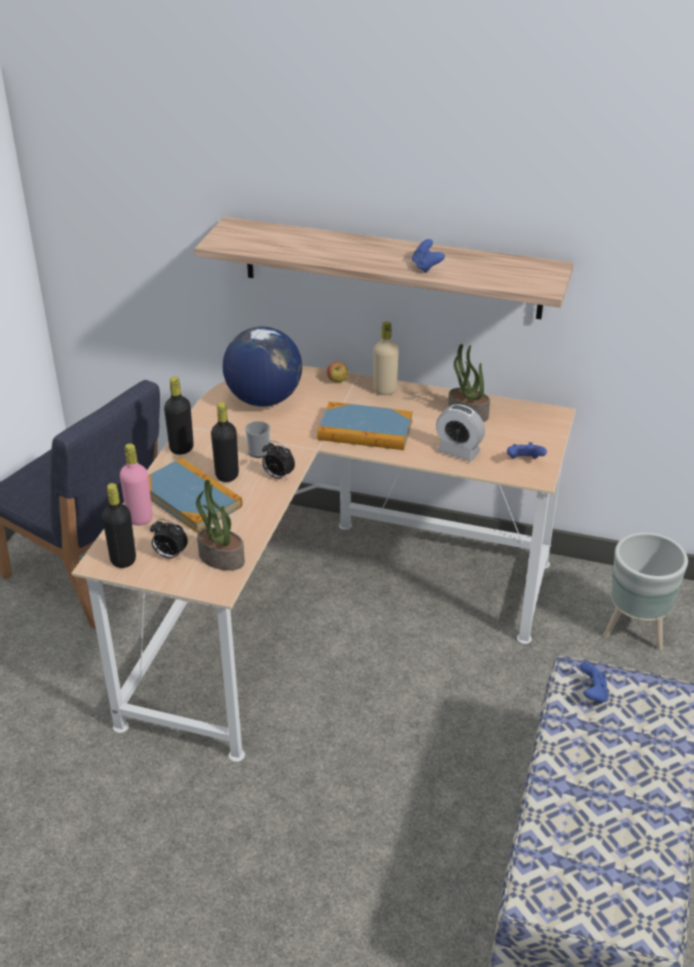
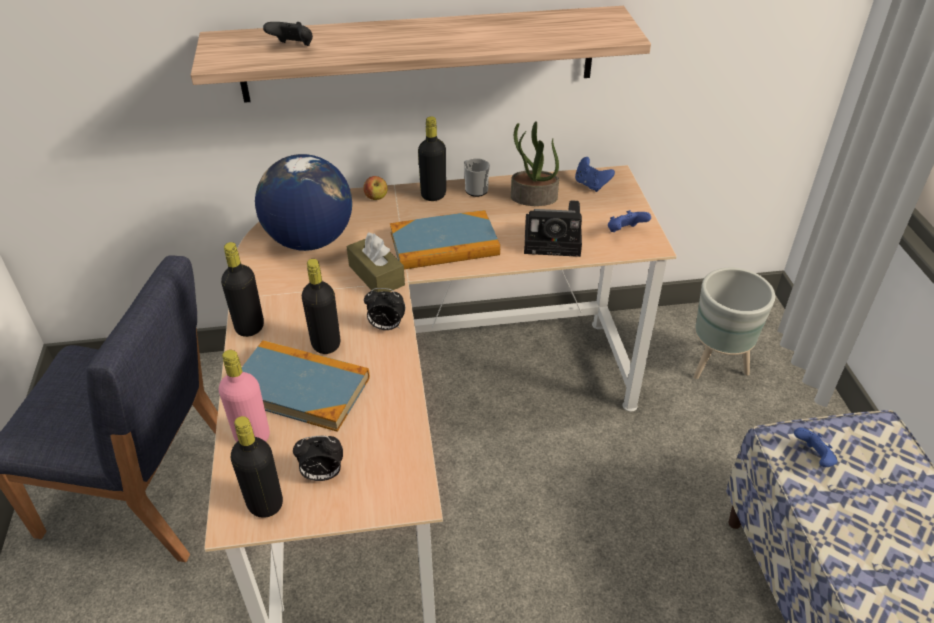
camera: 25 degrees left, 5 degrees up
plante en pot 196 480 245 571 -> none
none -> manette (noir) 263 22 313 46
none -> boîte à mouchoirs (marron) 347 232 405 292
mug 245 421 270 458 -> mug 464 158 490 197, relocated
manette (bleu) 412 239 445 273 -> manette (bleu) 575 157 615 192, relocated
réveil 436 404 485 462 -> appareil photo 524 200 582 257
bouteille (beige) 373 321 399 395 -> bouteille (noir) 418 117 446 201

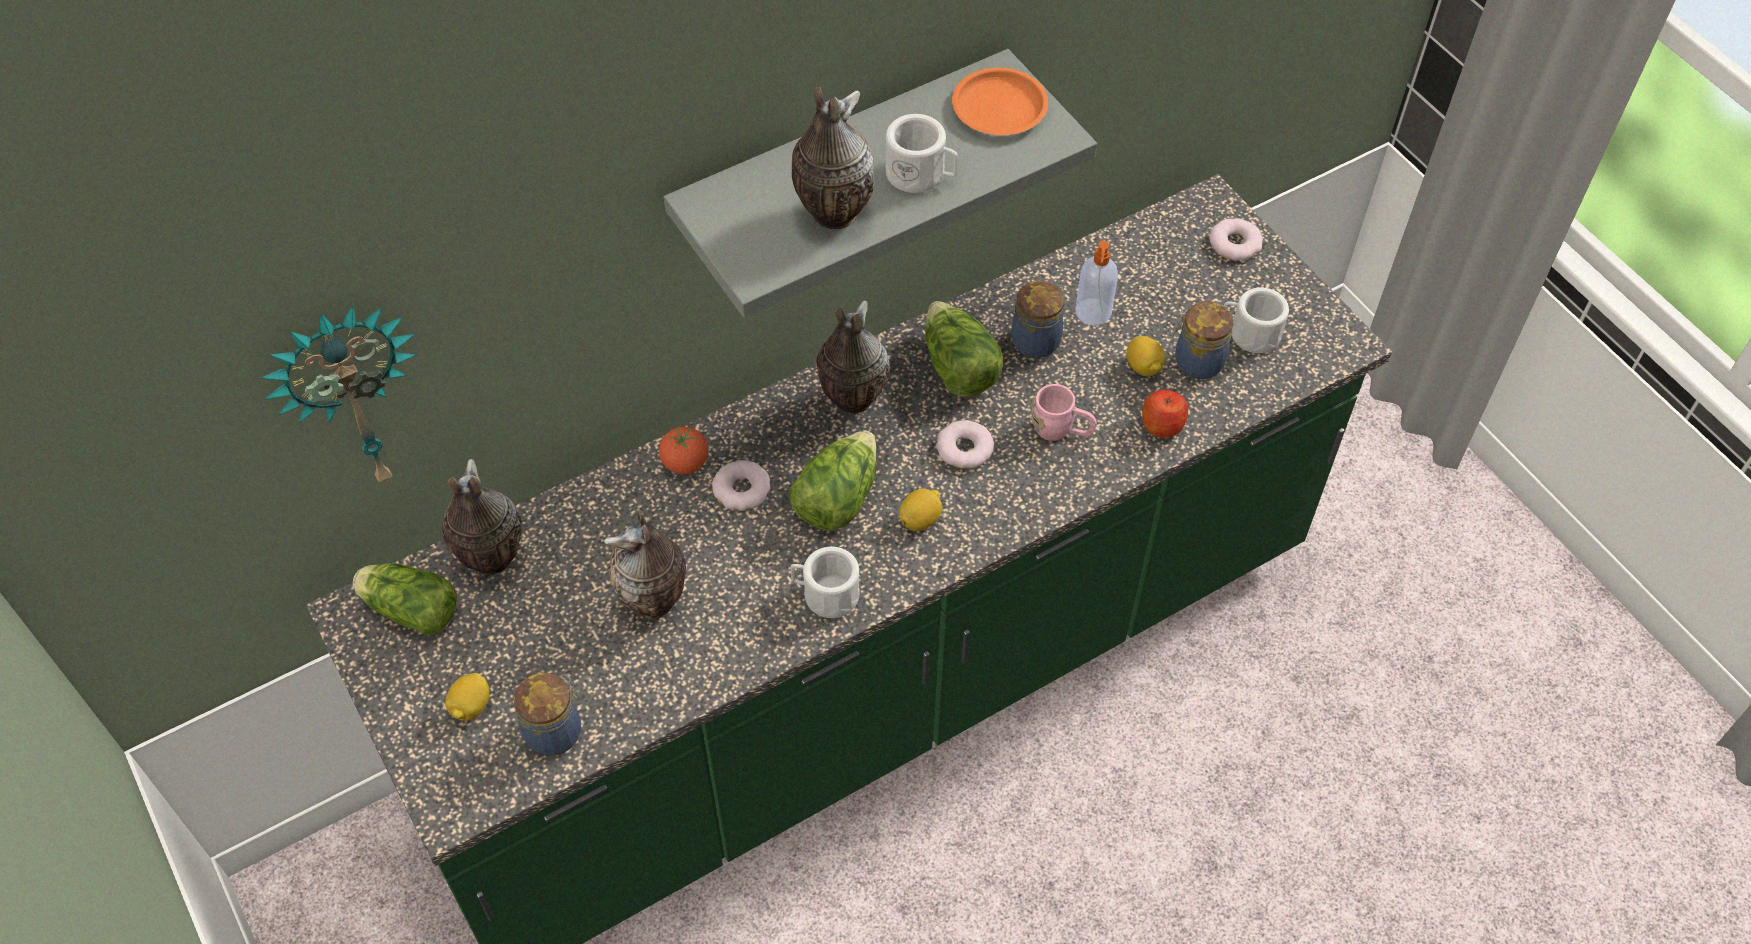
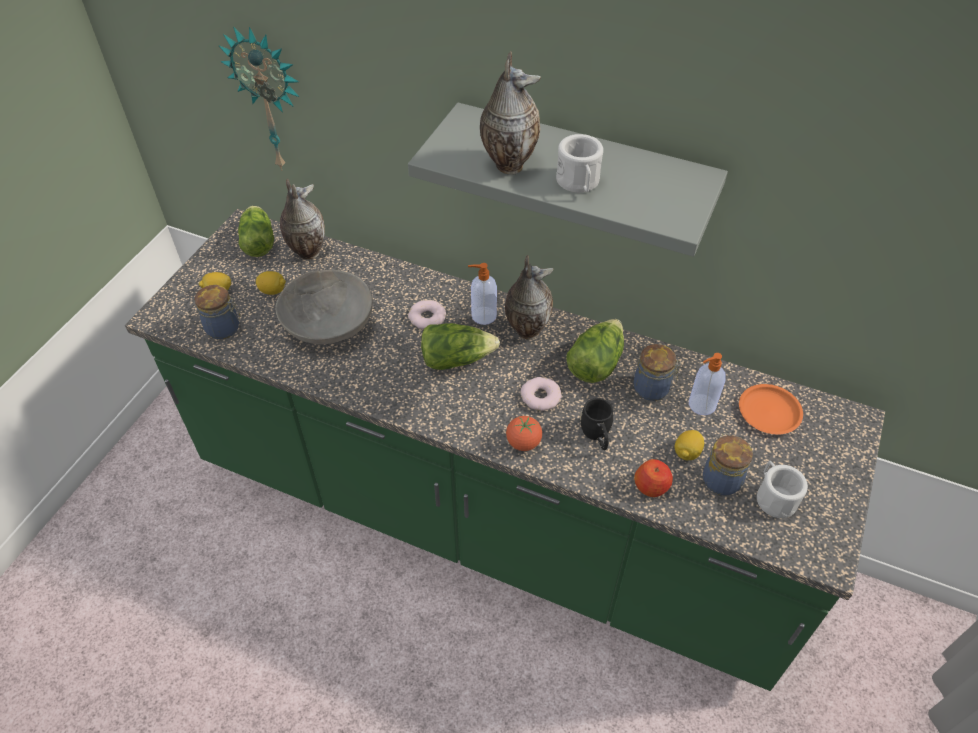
camera: 55 degrees right, 5 degrees down
mug (blanc) 791 547 860 618 -> none
beignet 1209 218 1263 261 -> none
none -> distributeur de savon 468 263 497 325
tomate 659 427 708 474 -> tomate 506 416 542 451, relocated
citron 899 489 942 531 -> citron 256 271 286 295, relocated
assiette (orange) 952 67 1048 135 -> assiette (orange) 739 384 803 434, relocated
vase 604 509 686 619 -> bol (gris) 275 269 373 344
mug (rose) 1031 384 1097 441 -> mug (noir) 580 398 613 450

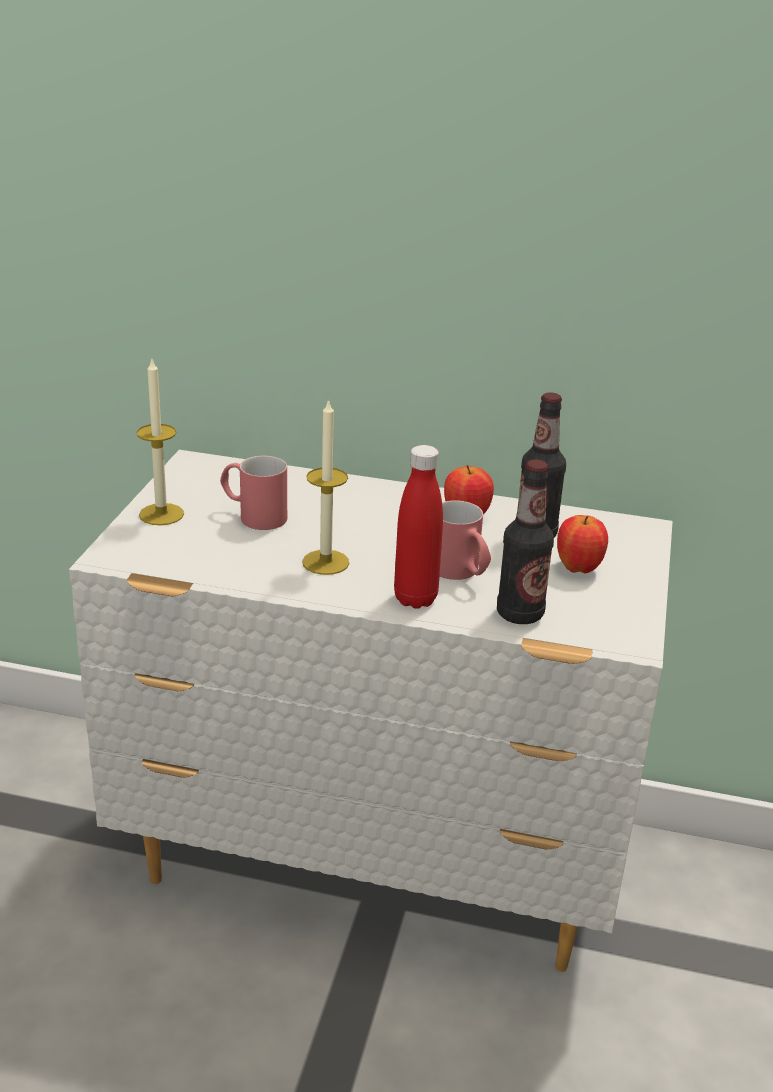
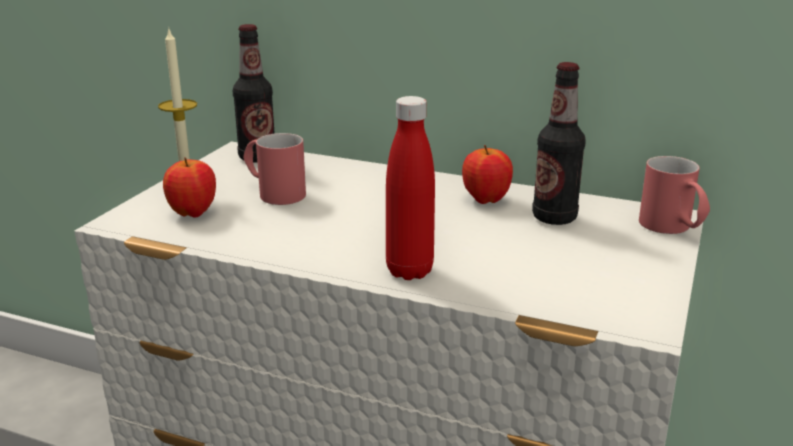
camera: 10 degrees right, 5 degrees down
bougie 302 399 349 575 -> none
mug (rouge) 440 500 491 580 -> mug (rouge) 639 156 710 234, relocated
bouteille 497 460 554 624 -> bouteille 233 24 275 162, relocated
pomme 557 515 608 573 -> pomme 163 157 216 218, relocated

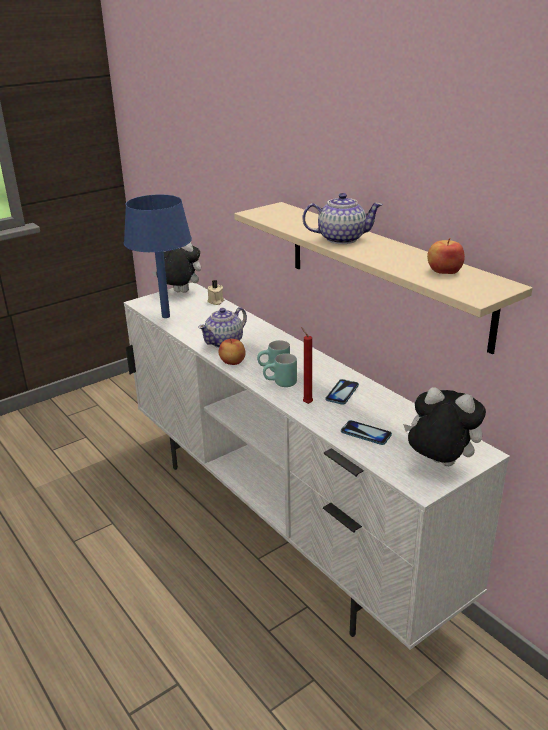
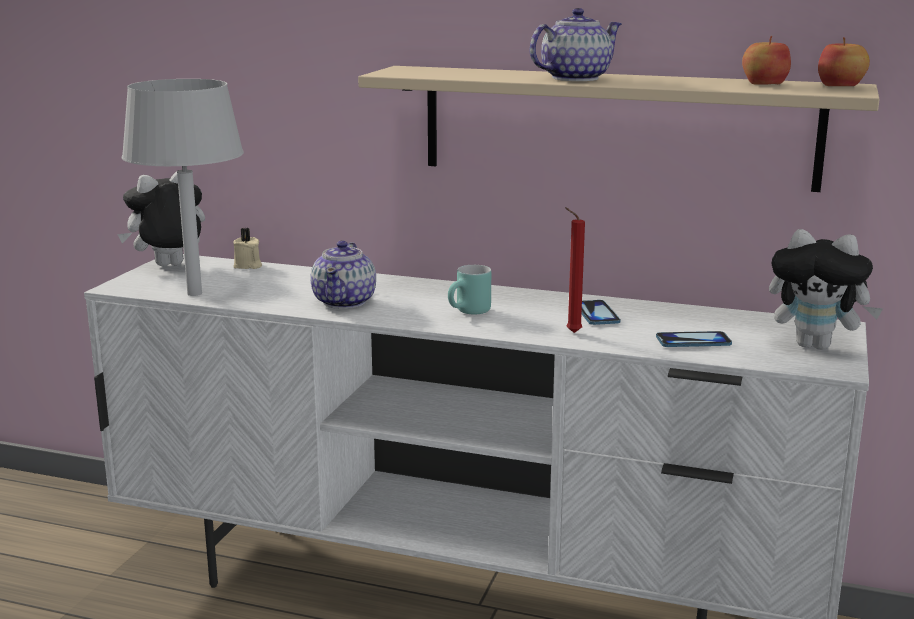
camera: 35 degrees left, 10 degrees down
mug (turquoise) 263 353 297 387 -> none
pomme 219 339 246 365 -> pomme 818 37 870 86, relocated
lampe de table (bleu) 124 195 192 318 -> lampe de table (gris) 122 79 244 296
peluche 403 387 486 466 -> peluche 769 229 883 350, 150 degrees counterclockwise

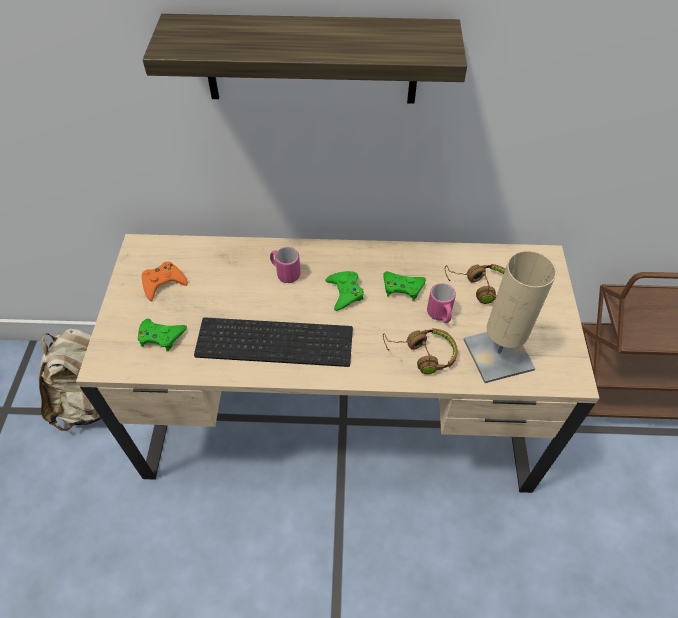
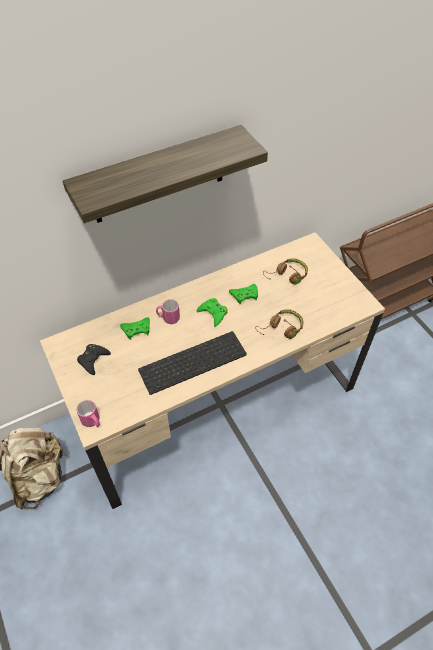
camera: 30 degrees left, 0 degrees up
lampe de table (beige) 464 251 556 383 -> none
manette (vert) 138 319 187 351 -> manette (vert) 120 317 150 340, relocated
mug (rose) 427 283 456 323 -> mug (rose) 76 400 100 427, relocated
manette (orange) 142 262 188 301 -> manette (noir) 77 344 111 375

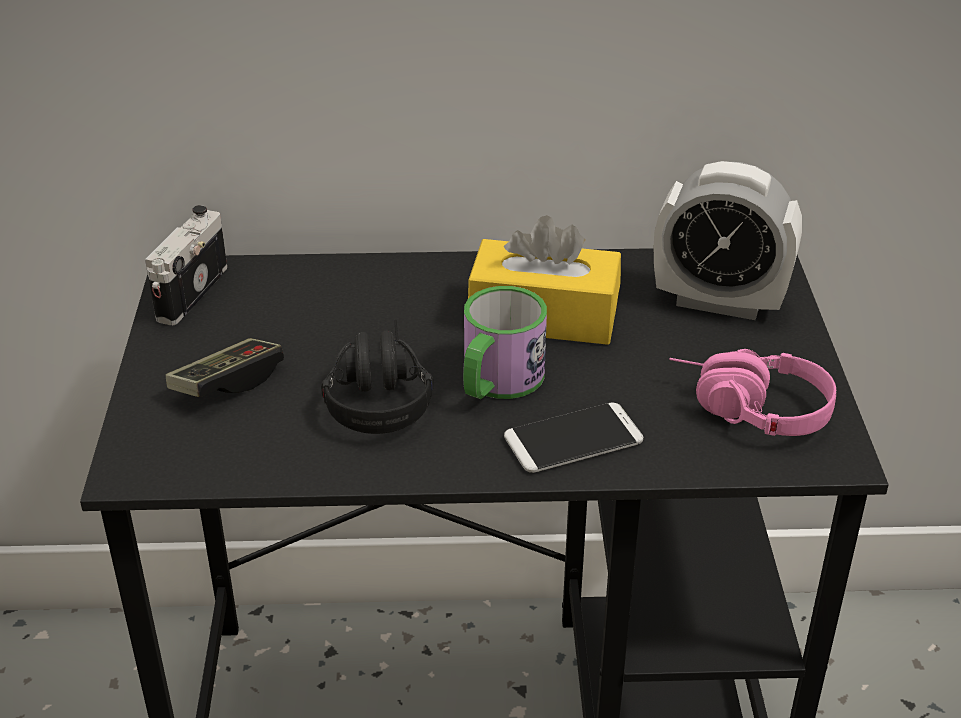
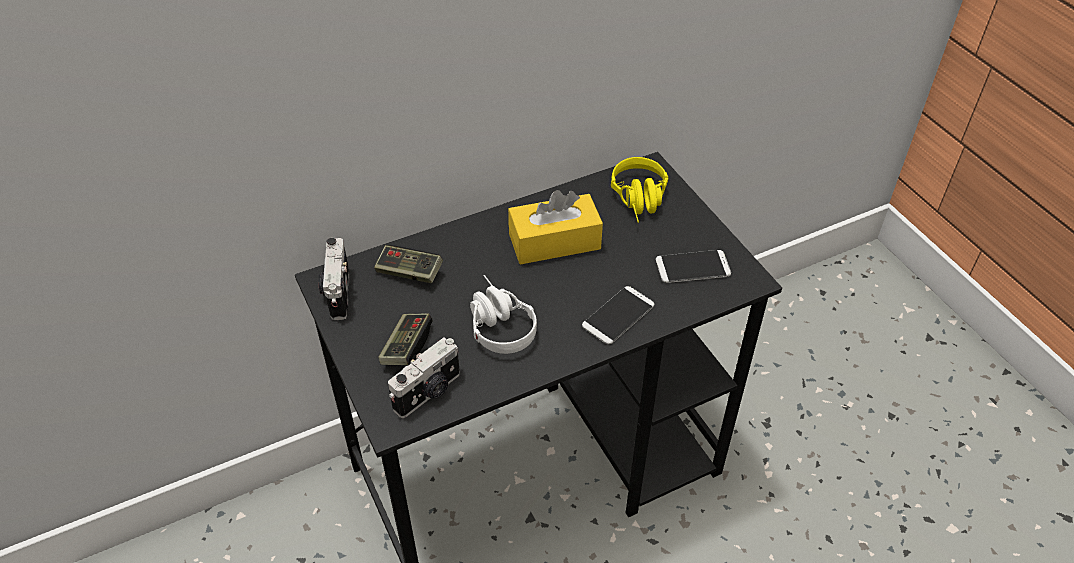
camera: 25 degrees left, 10 degrees up
mug 463 286 547 399 -> none
none -> manette 374 245 443 283
none -> appareil photo 388 337 460 418
réveil 654 161 802 320 -> casque audio (jaune) 611 157 668 223
casque audio (rose) 670 349 836 436 -> téléphone 656 250 731 283
casque audio (noir) 321 320 433 434 -> casque audio (blanc) 470 275 537 354

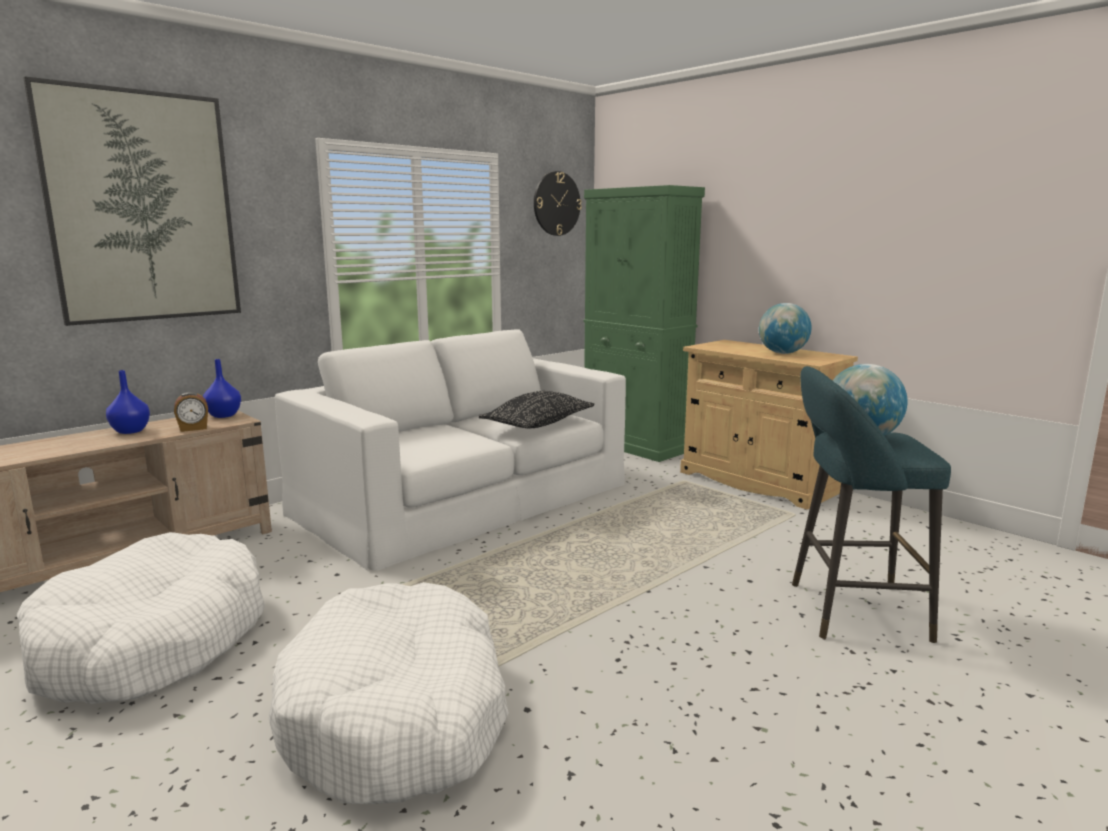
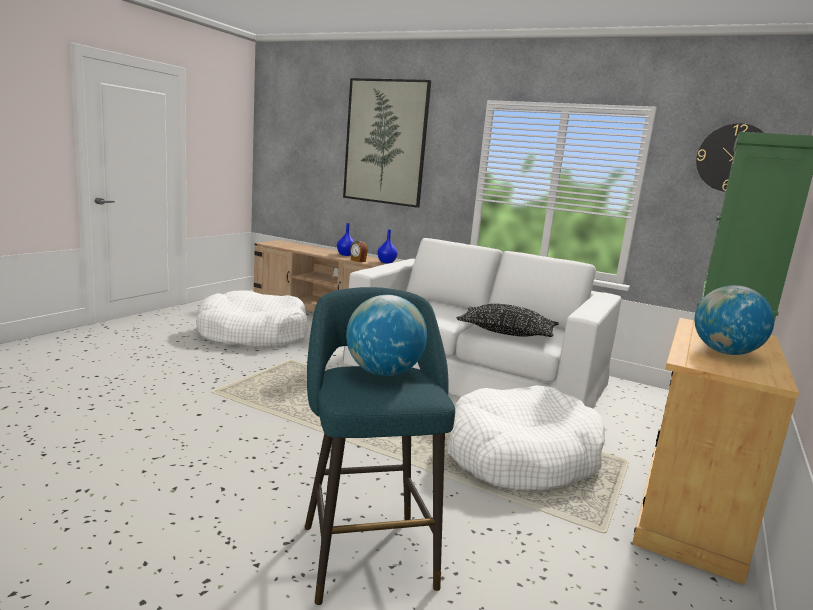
camera: 70 degrees right, 0 degrees up
panier pour chien (blanc) 269 582 509 804 -> panier pour chien (blanc) 448 385 606 492, relocated

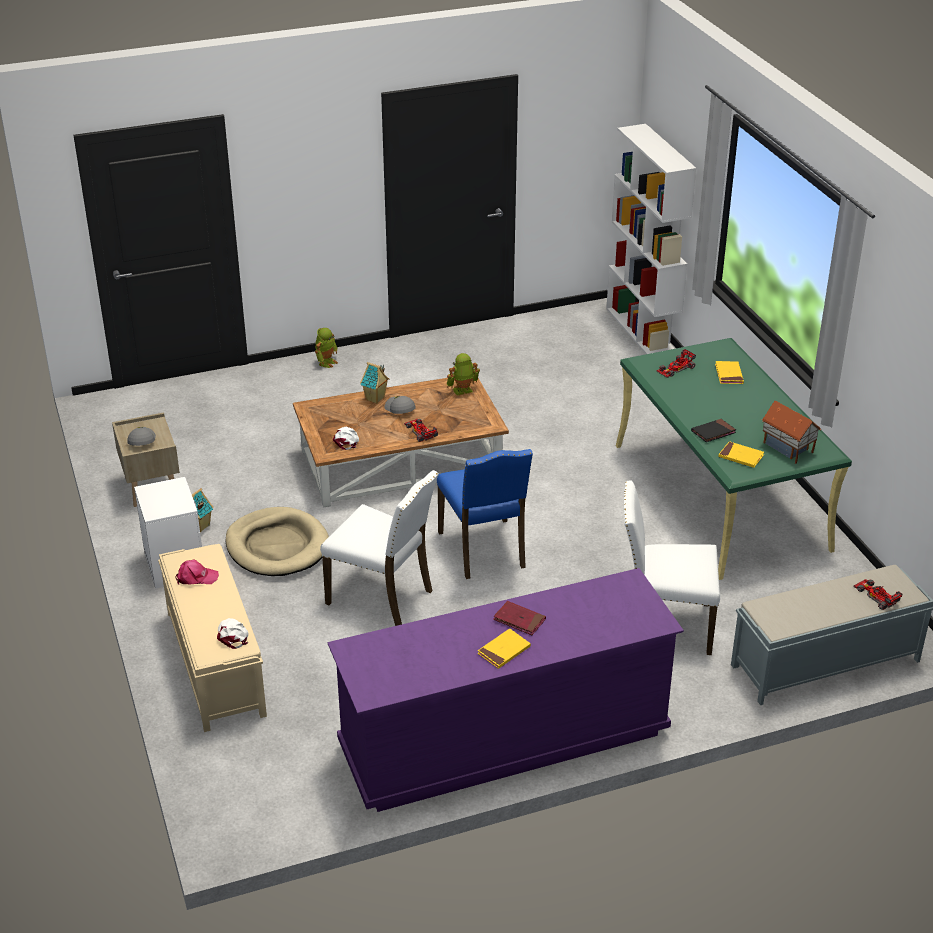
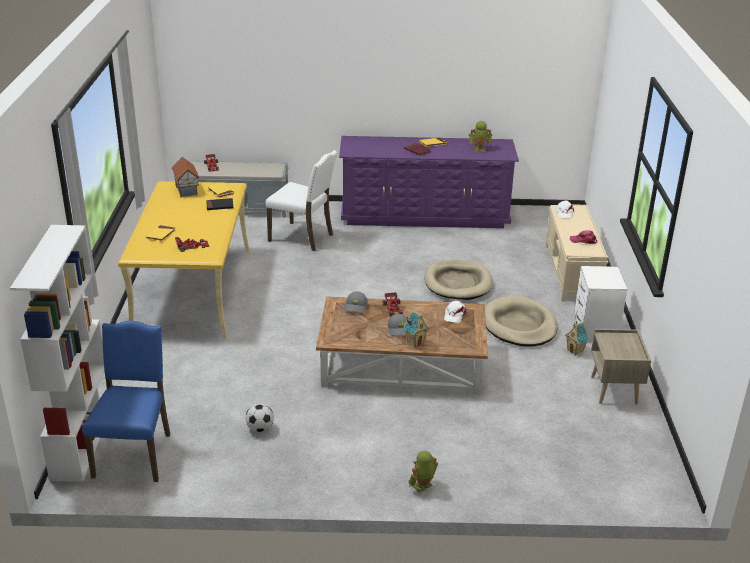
camera: 160 degrees left, 5 degrees down
none -> ballon de foot 246 404 274 432
casquette (gris) 127 427 156 446 -> casquette (gris) 344 291 368 313, relocated
chaise (bleu) 437 449 533 579 -> chaise (bleu) 82 320 170 482, relocated
robot jouet 447 353 480 396 -> robot jouet 469 121 492 152, relocated
chaise (blanc) 320 470 439 626 -> panier pour chien (beige) 425 260 493 300
bureau (vert) 616 338 852 580 -> bureau (jaune) 118 181 249 338

